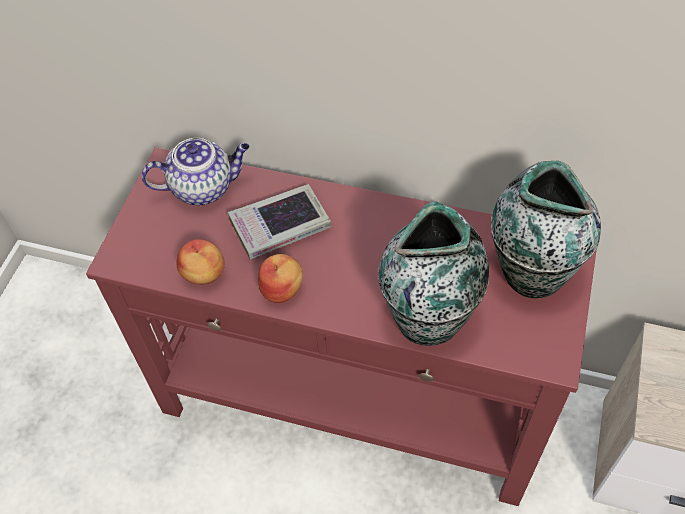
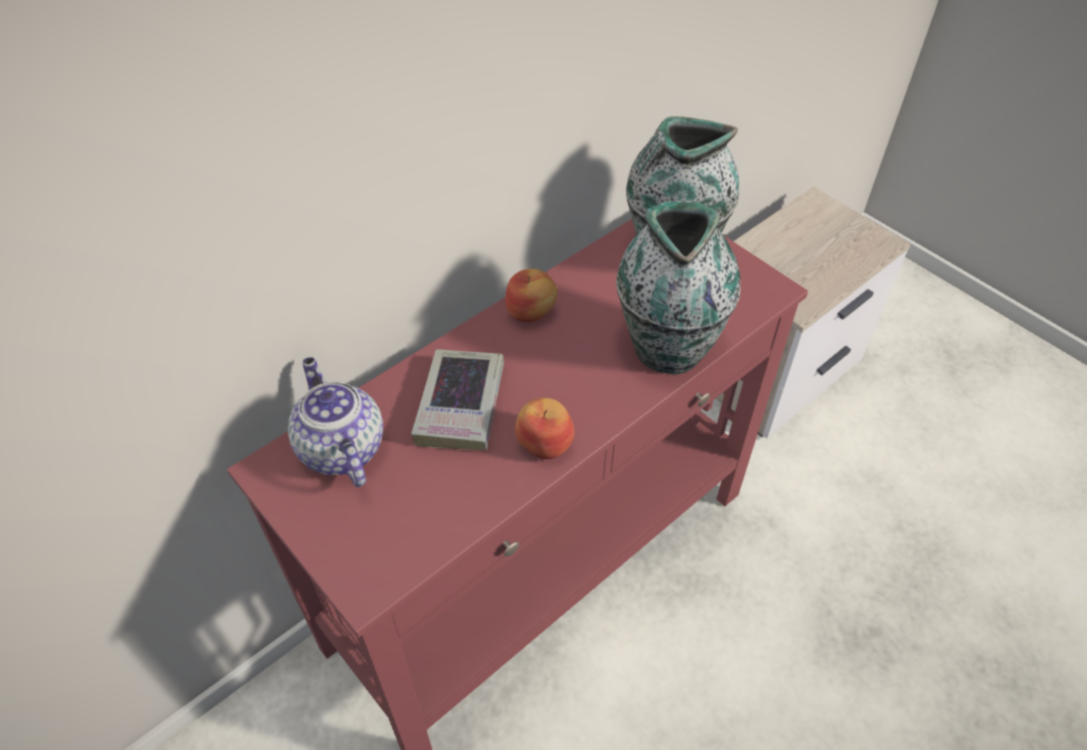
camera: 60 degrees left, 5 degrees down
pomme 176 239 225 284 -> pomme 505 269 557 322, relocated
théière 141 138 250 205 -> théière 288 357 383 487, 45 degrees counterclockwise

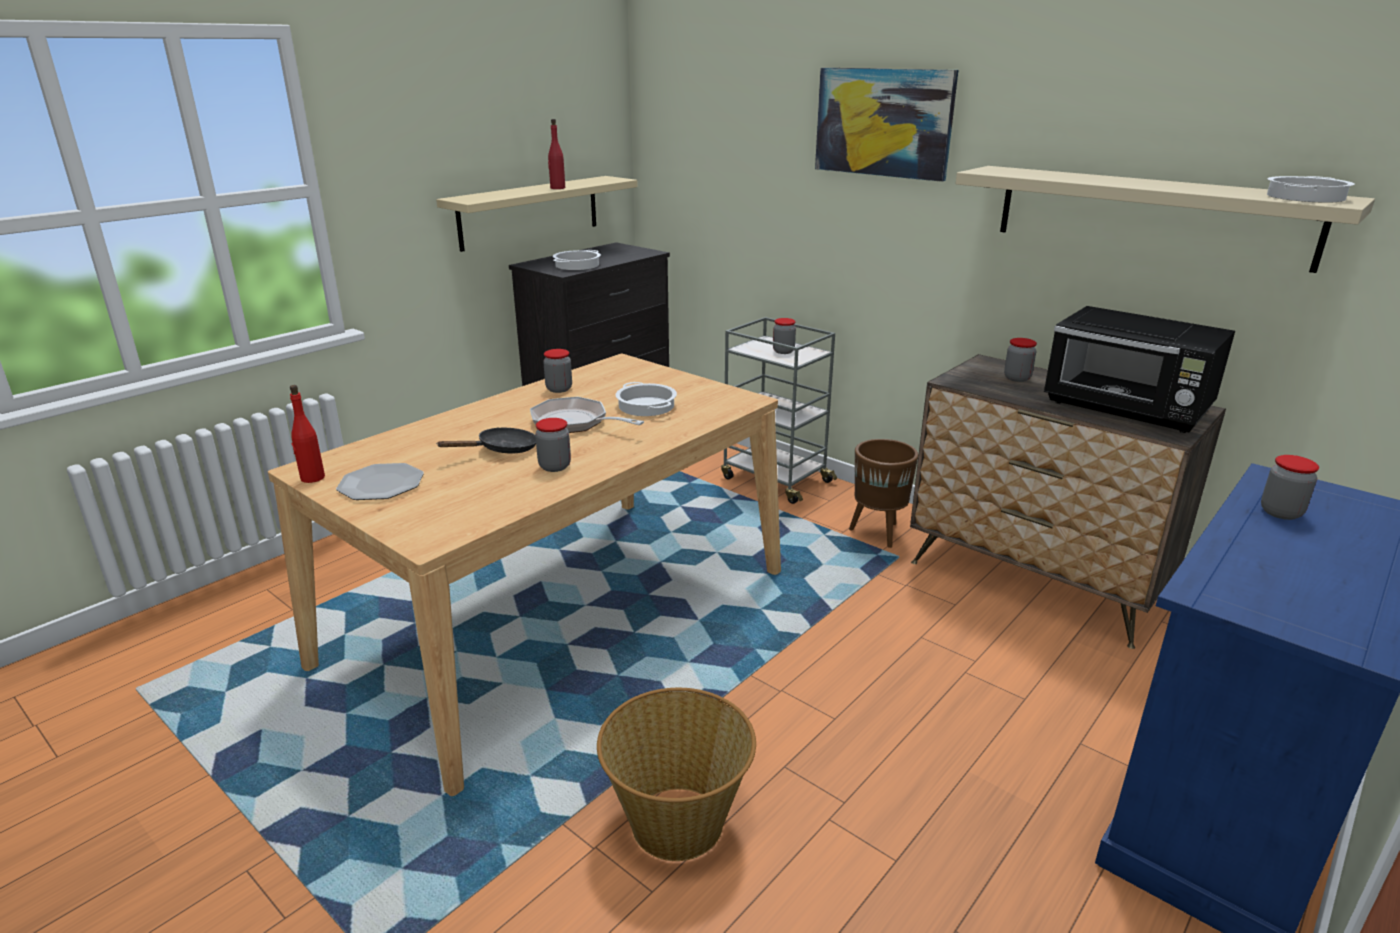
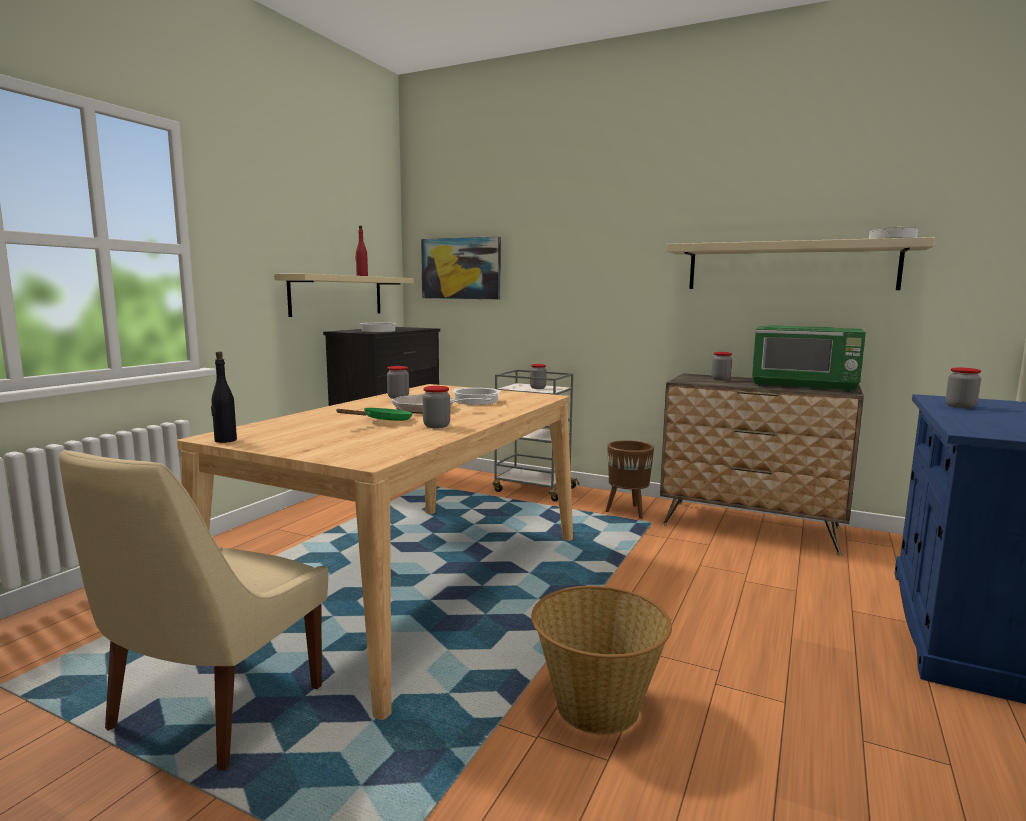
camera: 15 degrees left, 15 degrees down
assiette 336 463 424 500 -> none
none -> chaise (beige) 59 450 328 771
tableau 815 68 958 182 -> tableau 421 237 501 299, relocated
bouteille (rouge) 290 385 325 483 -> bouteille (noir) 211 352 237 443
poêle (noir) 436 427 536 453 -> poêle (vert) 337 408 413 421
micro-ondes (noir) 1044 306 1235 433 -> micro-ondes (vert) 752 325 866 392

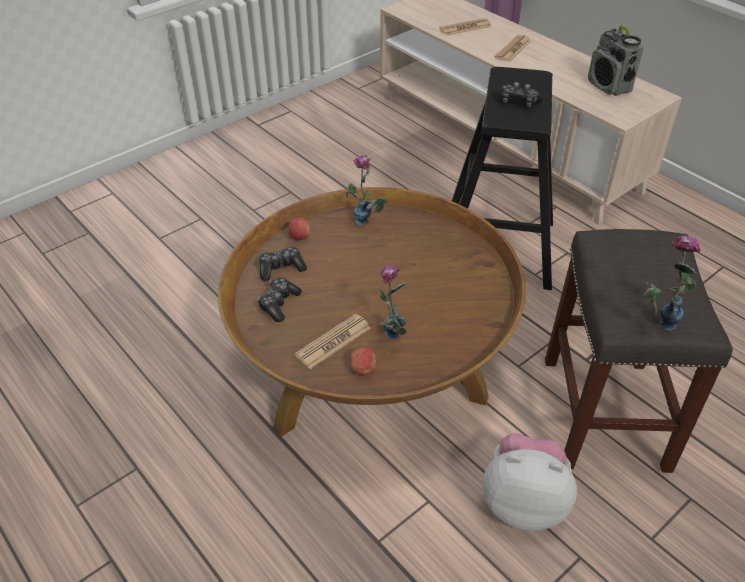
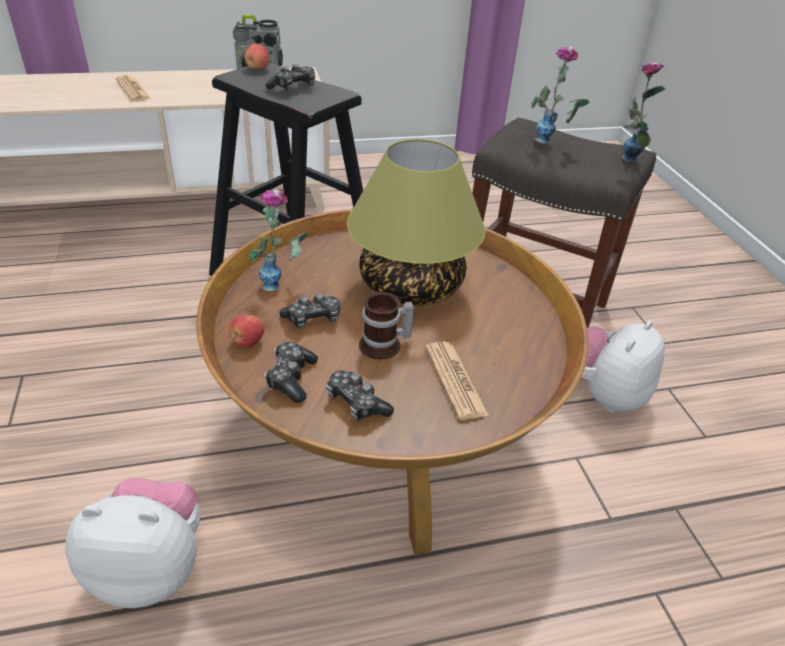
camera: 65 degrees left, 5 degrees down
journal 439 18 492 36 -> none
none -> peluche 65 477 200 608
none -> manette 279 293 340 329
none -> lampe de table 347 139 486 306
none -> mug 359 292 414 359
pomme 351 347 376 375 -> pomme 244 44 270 70, relocated
vase 379 266 407 340 -> vase 531 46 590 144, relocated

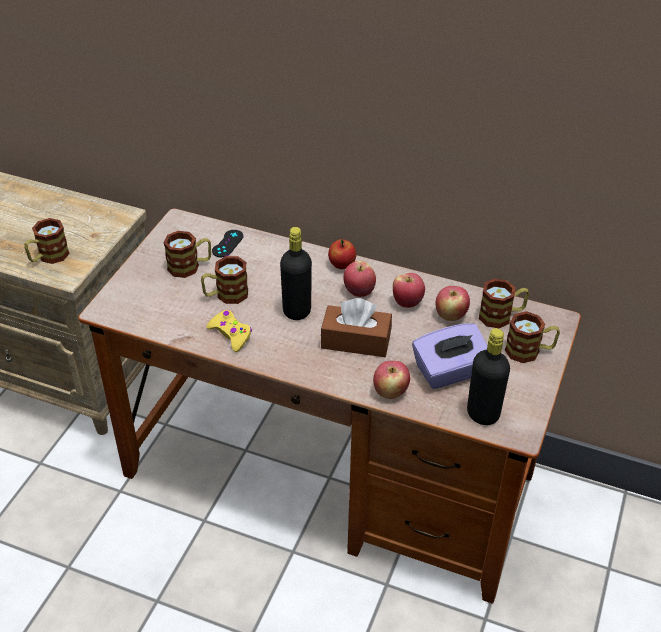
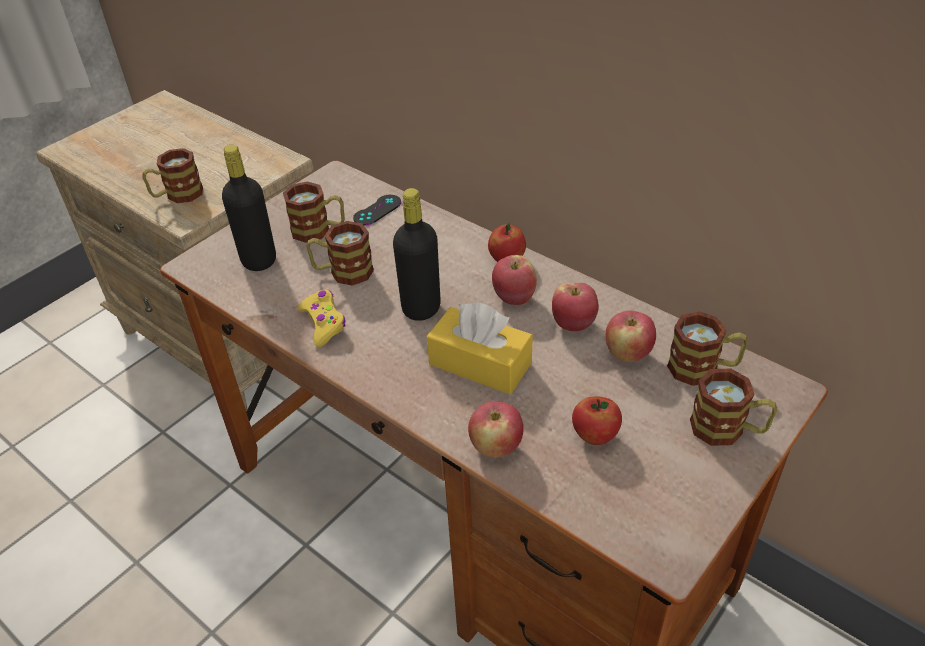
camera: 20 degrees right, 0 degrees up
bouteille (noir) 467 328 510 425 -> bouteille (noir) 222 145 276 271, relocated
boîte à mouchoirs (violet) 412 323 488 389 -> pomme 572 396 622 445
boîte à mouchoirs (marron) 321 298 392 357 -> boîte à mouchoirs (jaune) 427 302 533 394

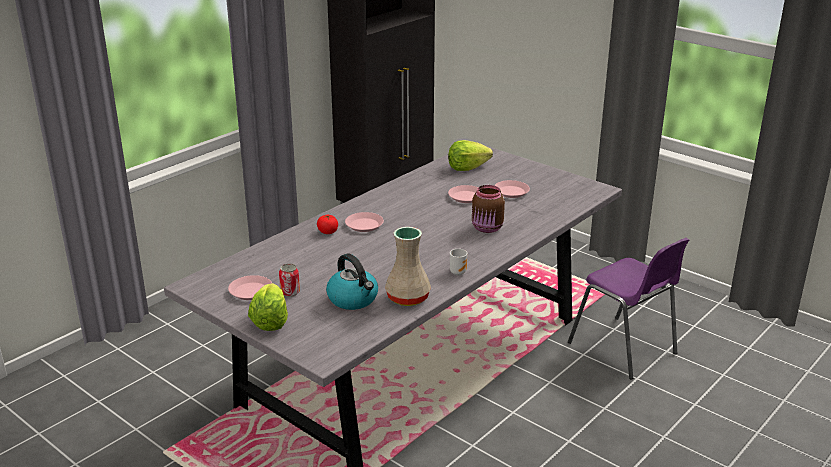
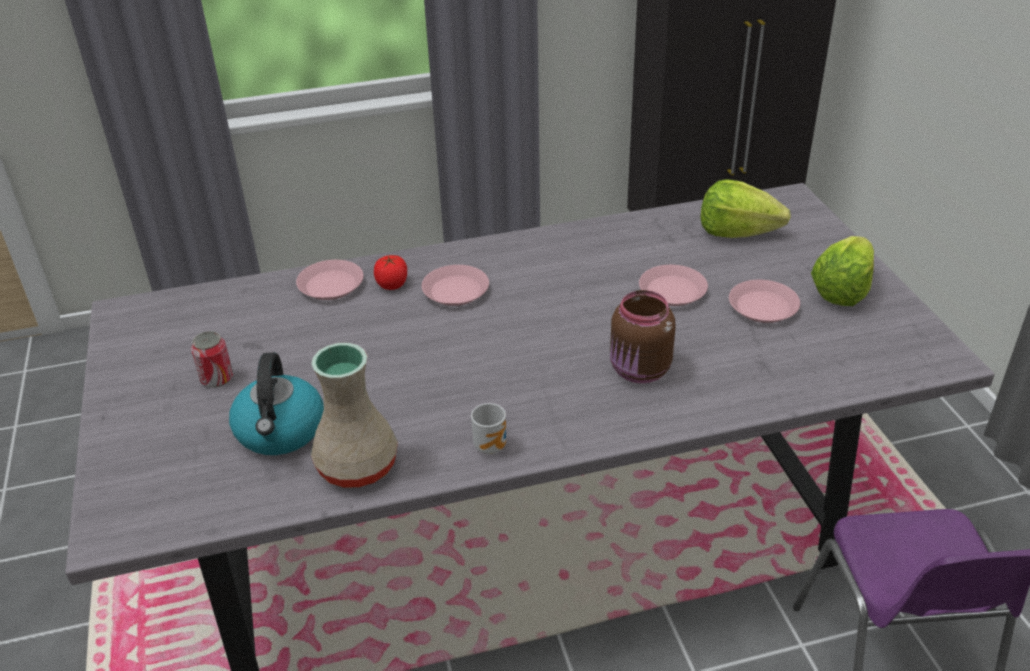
camera: 35 degrees right, 10 degrees up
assiette (rose) 228 275 272 300 -> assiette (rose) 296 260 364 300, relocated
laitue 248 283 288 331 -> laitue 811 236 874 306, relocated

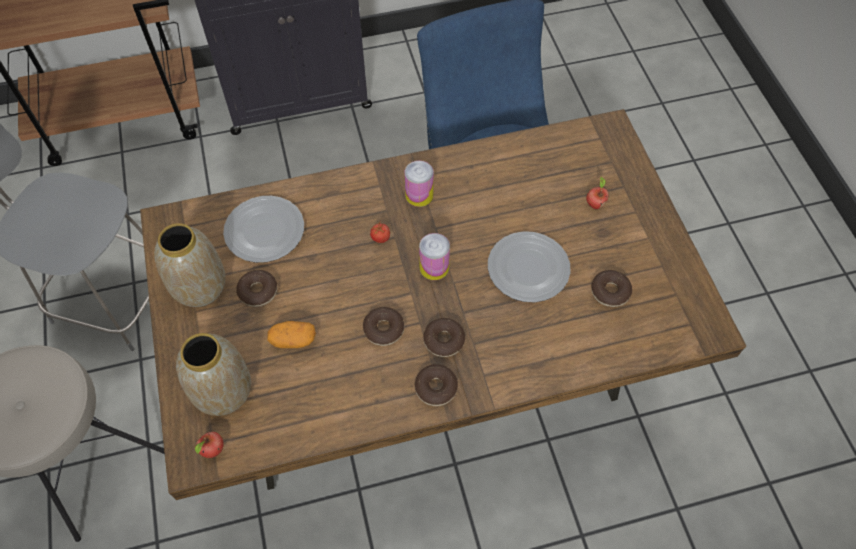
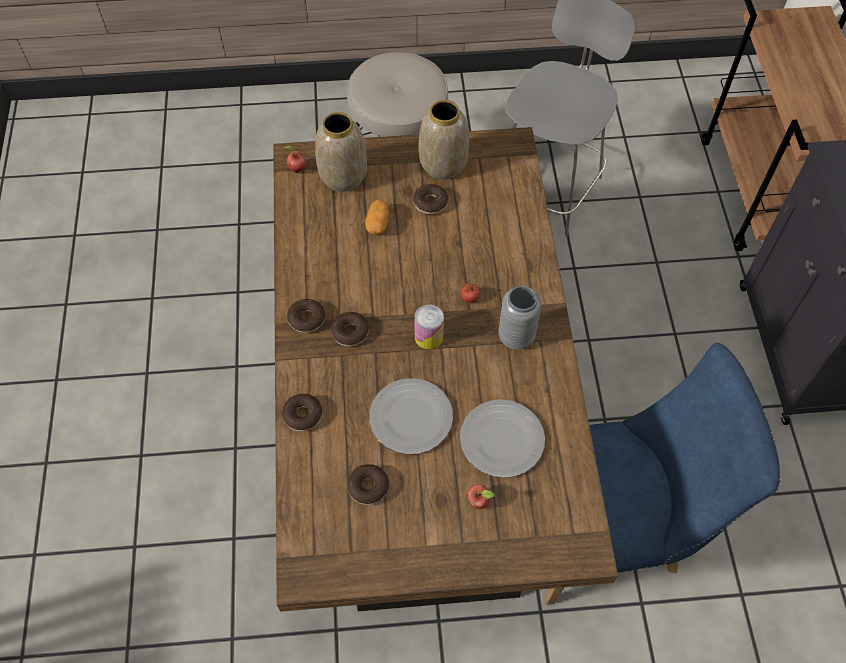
camera: 100 degrees right, 0 degrees up
assiette 223 196 304 263 -> assiette 460 399 545 478, relocated
beignet 363 307 404 346 -> beignet 282 394 322 432, relocated
boîte métallique 404 161 434 207 -> vase (gris) 498 286 542 350

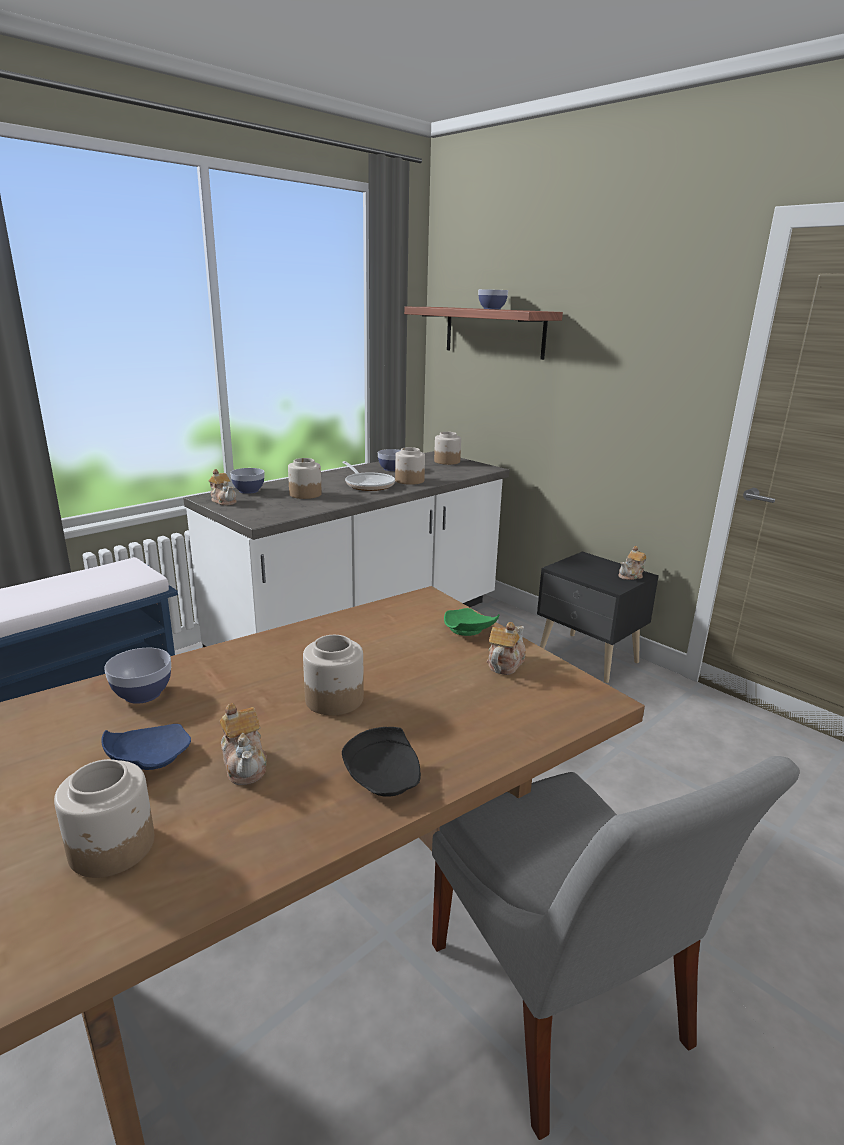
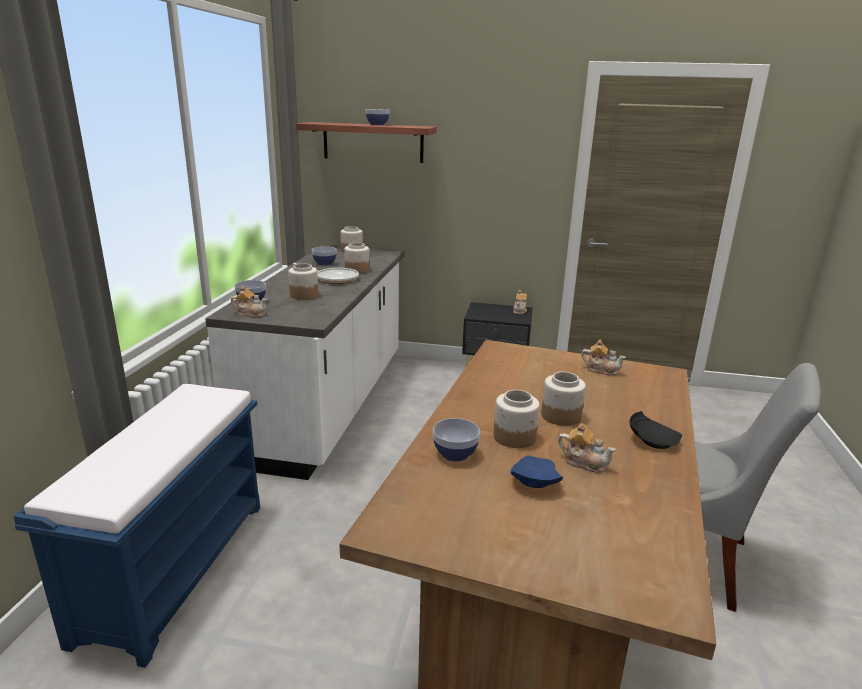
camera: 35 degrees left, 0 degrees up
assiette (vert) 444 608 499 636 -> none
bocal 54 759 154 878 -> bocal 493 390 540 448, relocated
théière 487 622 526 675 -> théière 581 339 626 376, 120 degrees clockwise

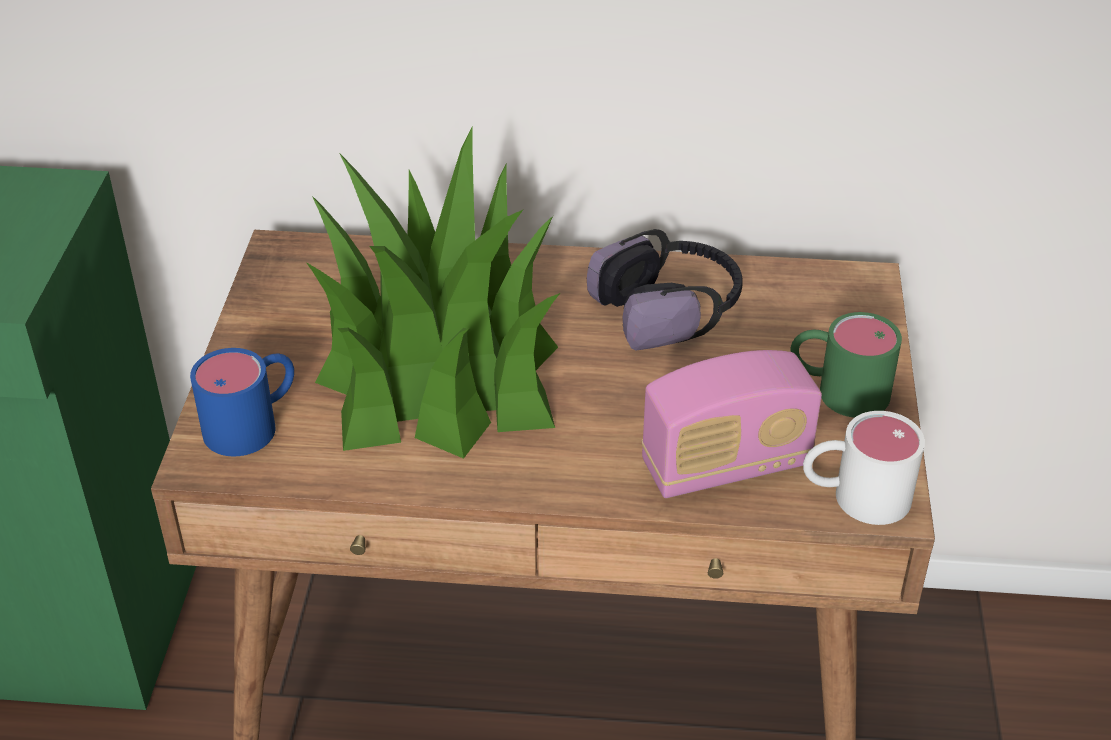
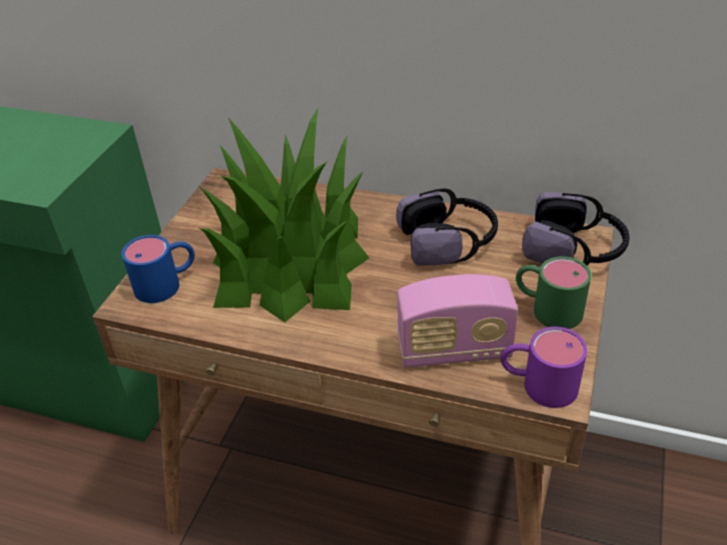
camera: 15 degrees right, 0 degrees up
none -> casque audio 522 192 629 266
mug (blanc) 803 411 925 525 -> mug (violet) 500 327 587 408

